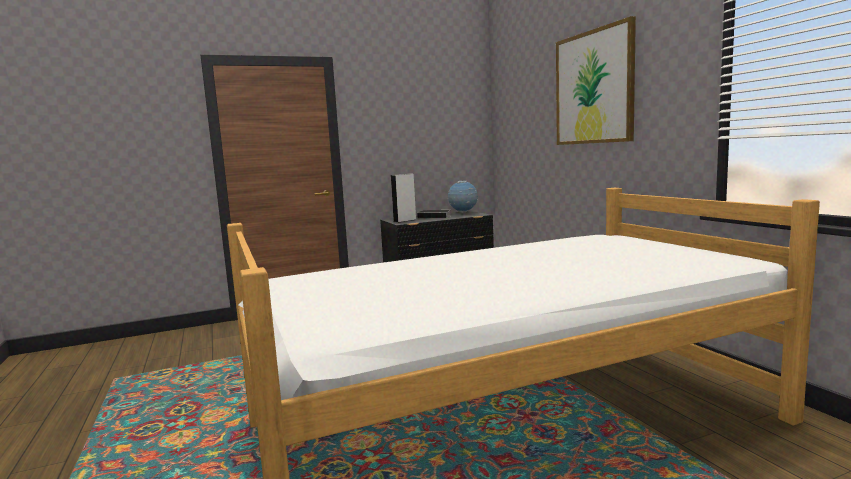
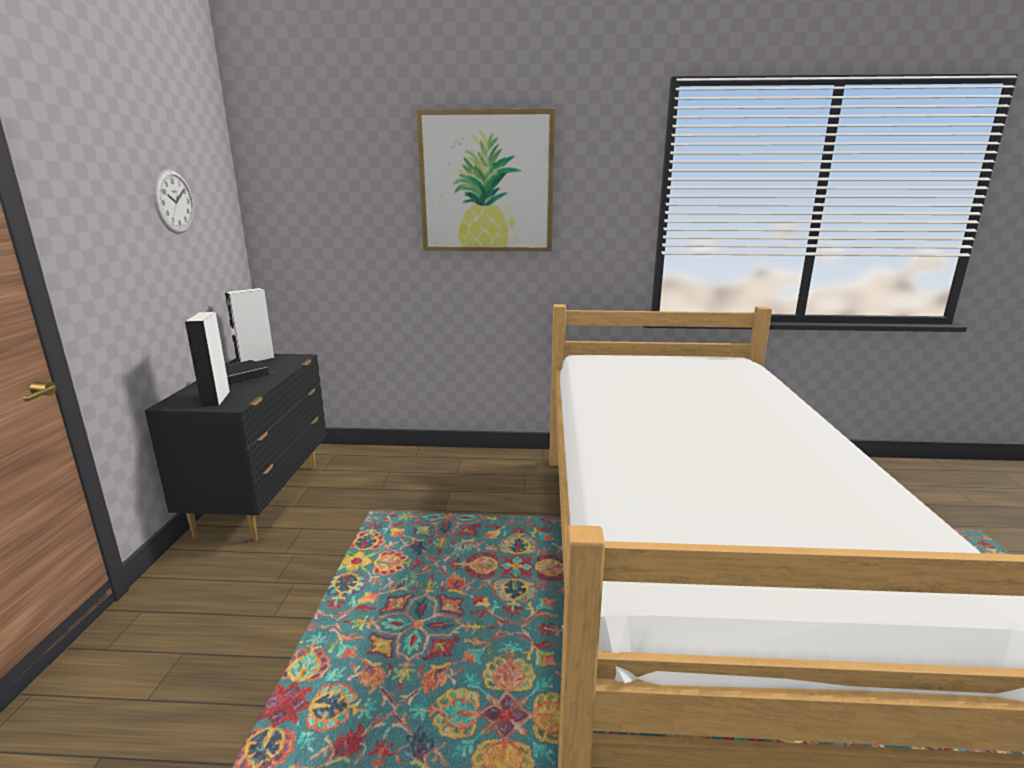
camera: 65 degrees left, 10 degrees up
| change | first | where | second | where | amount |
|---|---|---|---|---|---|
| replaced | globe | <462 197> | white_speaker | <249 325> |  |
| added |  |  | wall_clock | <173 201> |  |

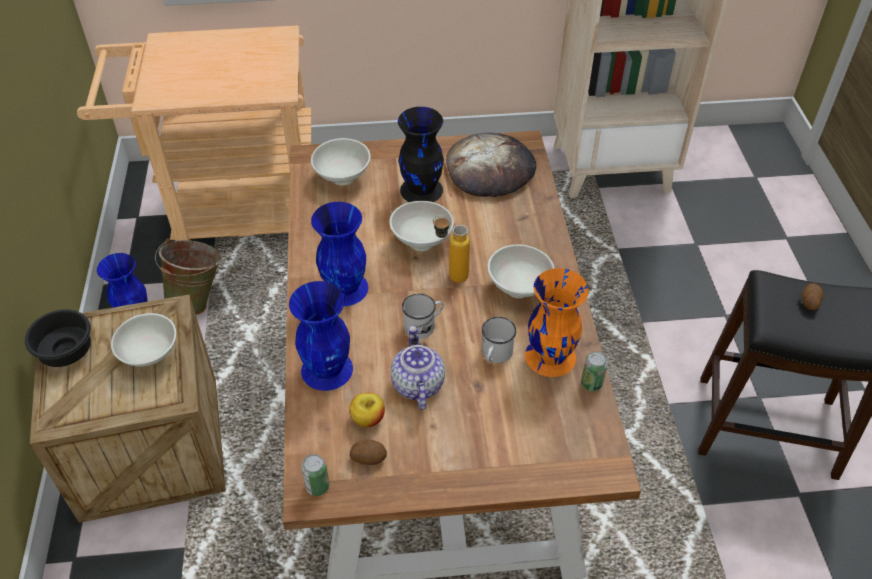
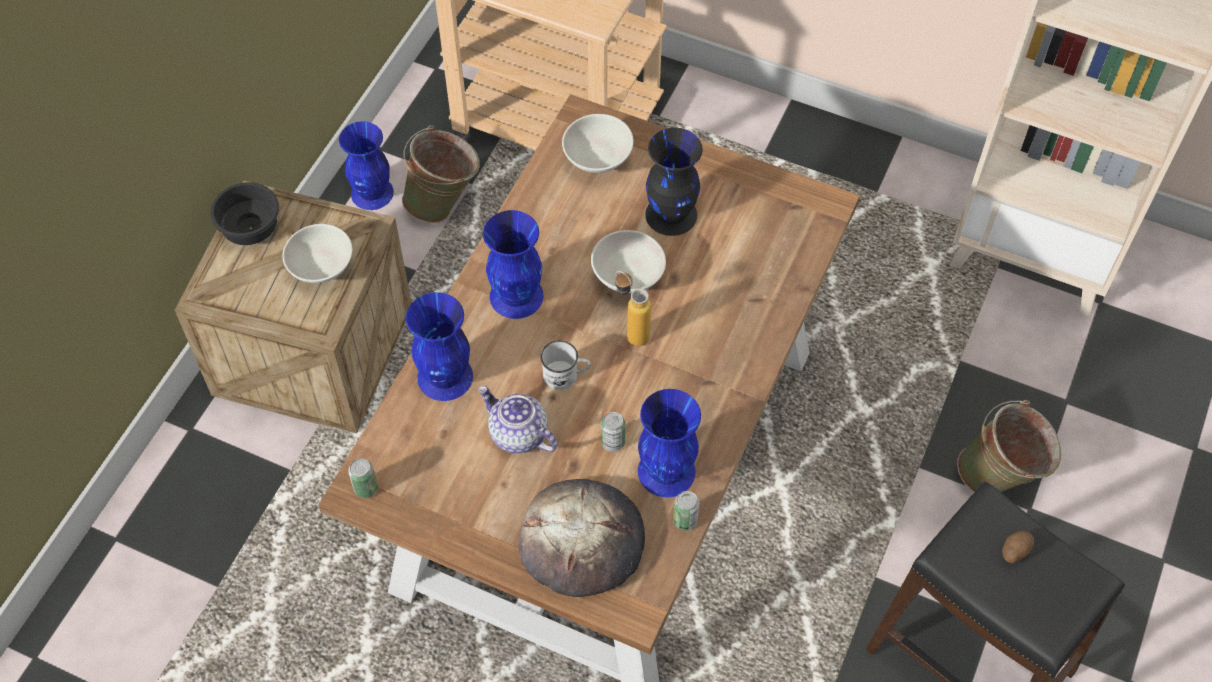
camera: 30 degrees right, 10 degrees up
| change | first | where | second | where | amount |
|---|---|---|---|---|---|
| removed | apple | <367 410> |  |  |  |
| removed | potato | <368 452> |  |  |  |
| turned | teapot | <417 368> |  | <517 420> | 75 degrees counterclockwise |
| moved | bread | <491 165> |  | <582 538> |  |
| replaced | white_mug | <499 340> | can | <613 432> |  |
| removed | white_bowl | <521 271> |  |  |  |
| recoloured | orange_vase | <557 322> | blue_vase | <669 443> |  |
| added |  |  | green_bucket | <1009 446> |  |

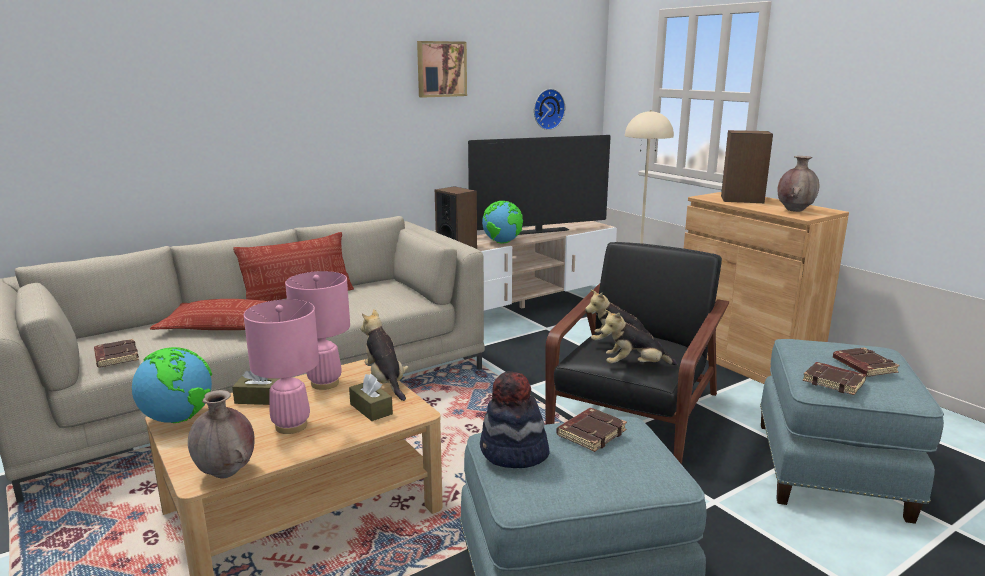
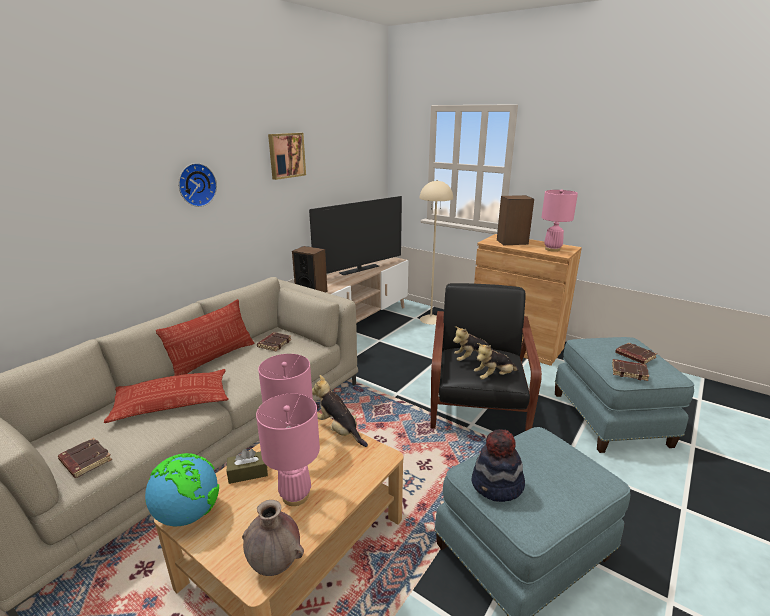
camera: 20 degrees left, 5 degrees up
| change | first | where | second | where | amount |
|---|---|---|---|---|---|
| removed | brown_tissue_box | <371 397> |  |  |  |
| removed | globe | <502 222> |  |  |  |
| moved | wall_clock | <549 109> |  | <197 185> |  |
| moved | brown_book | <591 430> |  | <274 341> |  |
| replaced | brown_vase | <798 184> | pink_table_lamp | <559 220> |  |

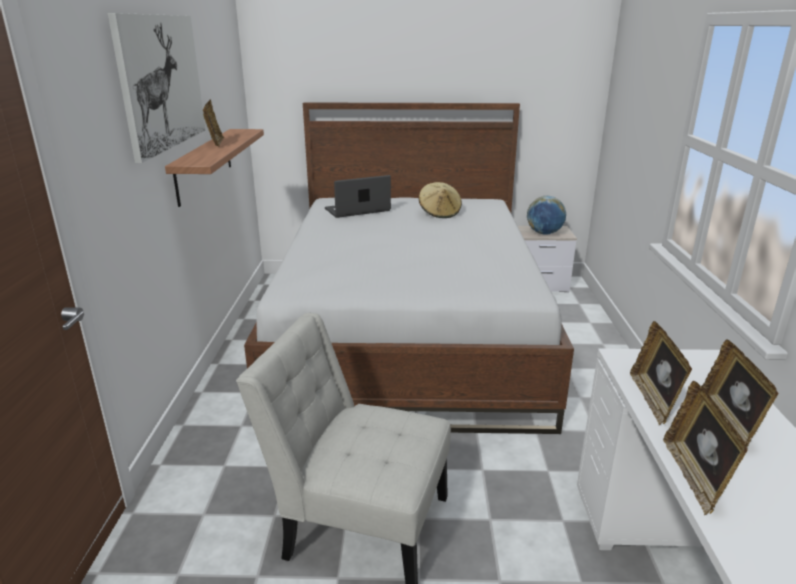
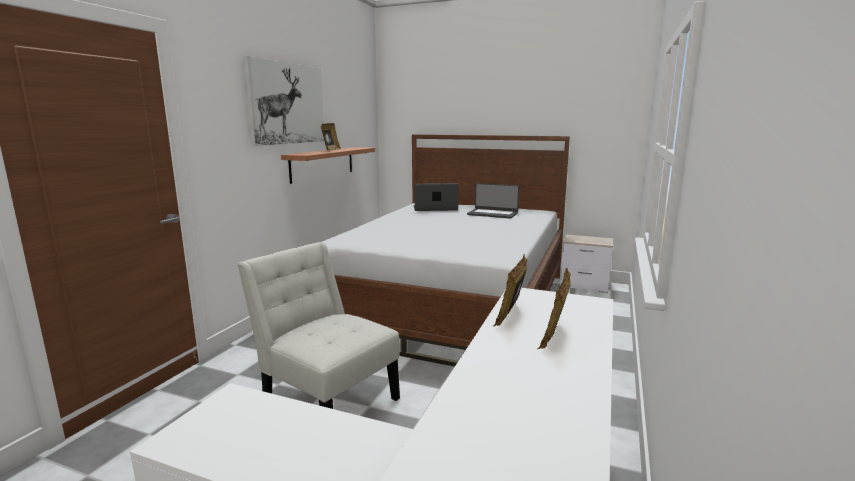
camera: 20 degrees right, 10 degrees down
| change | first | where | second | where | amount |
|---|---|---|---|---|---|
| replaced | beige_hat | <440 200> | laptop | <493 201> |  |
| removed | globe | <546 215> |  |  |  |
| removed | picture_frame | <705 448> |  |  |  |

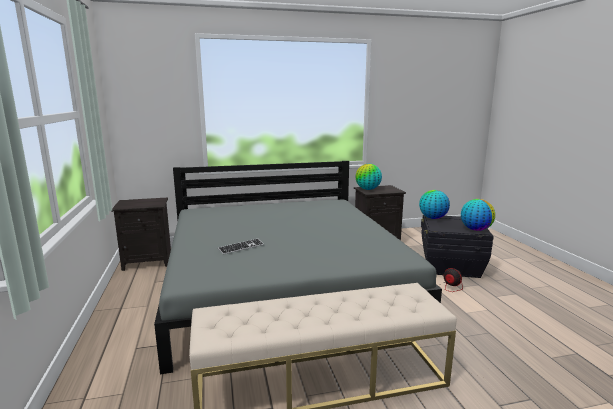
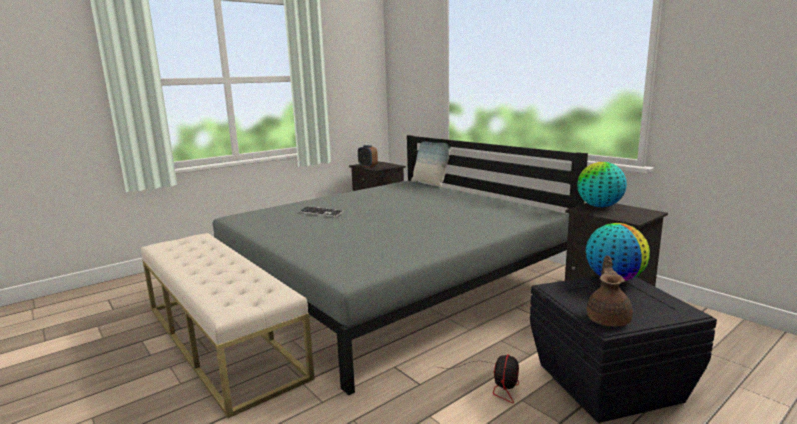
camera: 65 degrees right, 0 degrees up
| change | first | where | second | where | amount |
|---|---|---|---|---|---|
| replaced | globe | <478 215> | brown_teapot | <610 291> |  |
| added |  |  | alarm_clock | <368 156> |  |
| added |  |  | pillow | <431 164> |  |

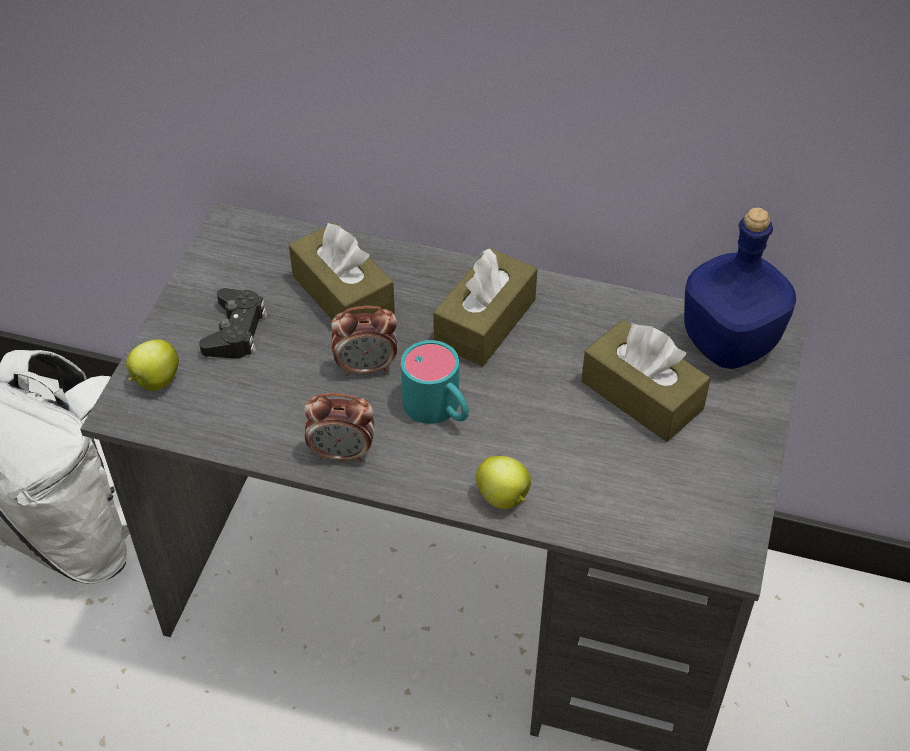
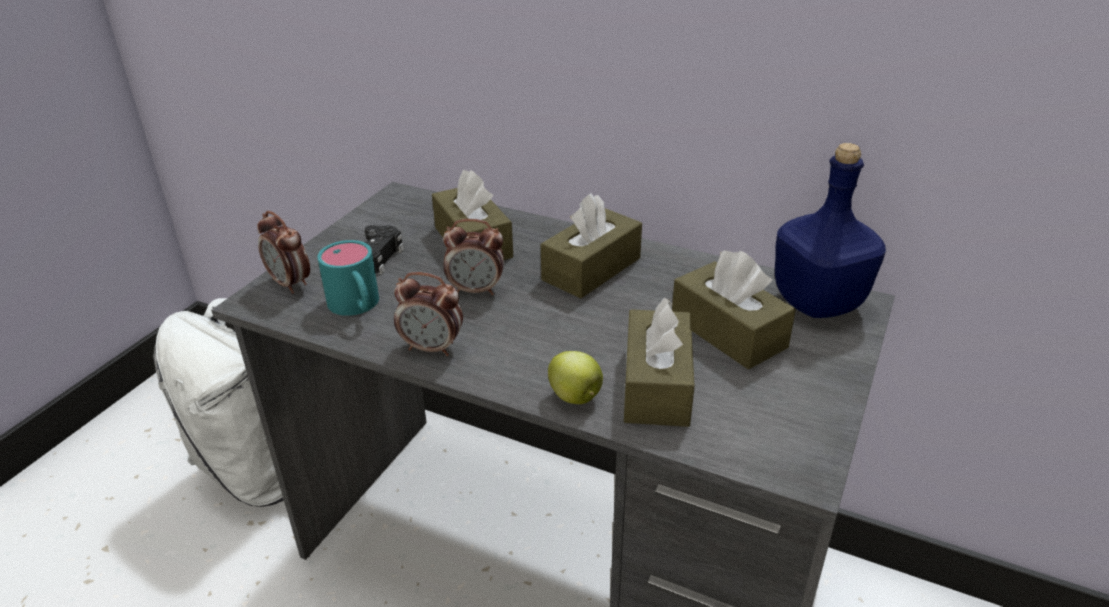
camera: 10 degrees right, 15 degrees down
| change | first | where | second | where | amount |
|---|---|---|---|---|---|
| replaced | apple | <152 365> | alarm_clock | <283 252> |  |
| moved | turquoise_mug | <435 382> |  | <348 278> |  |
| added |  |  | brown_tissue_box | <659 362> |  |

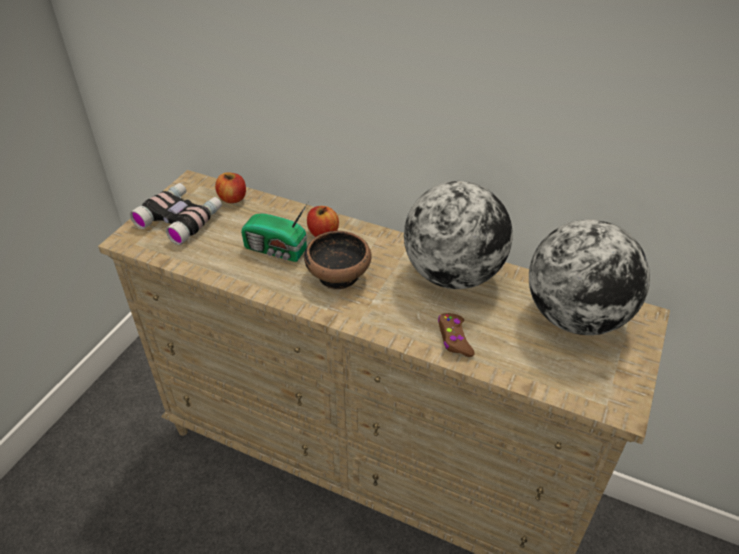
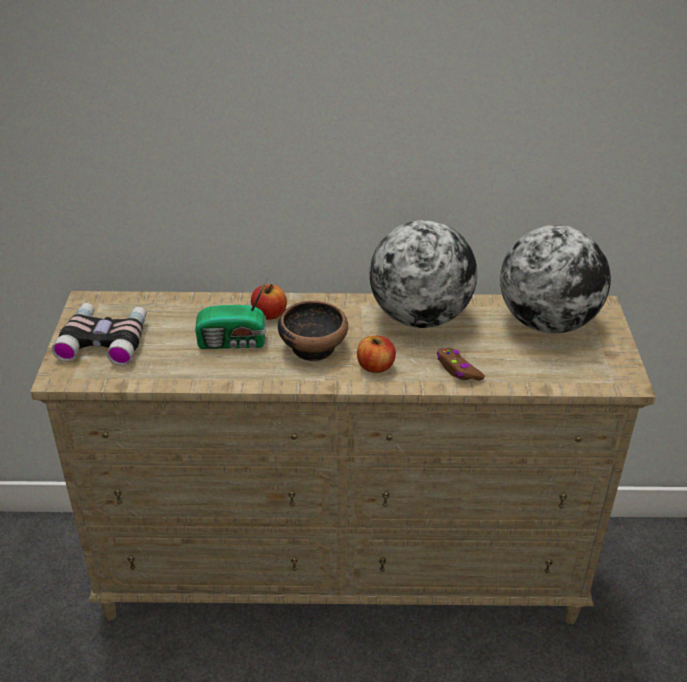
camera: 25 degrees left, 5 degrees down
| change | first | where | second | where | amount |
|---|---|---|---|---|---|
| moved | apple | <230 187> |  | <376 354> |  |

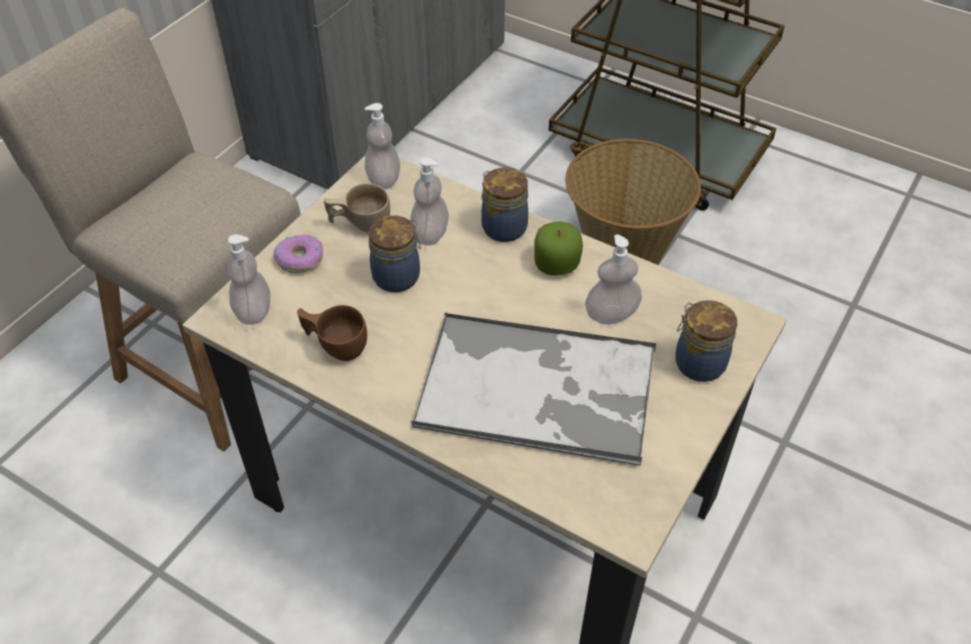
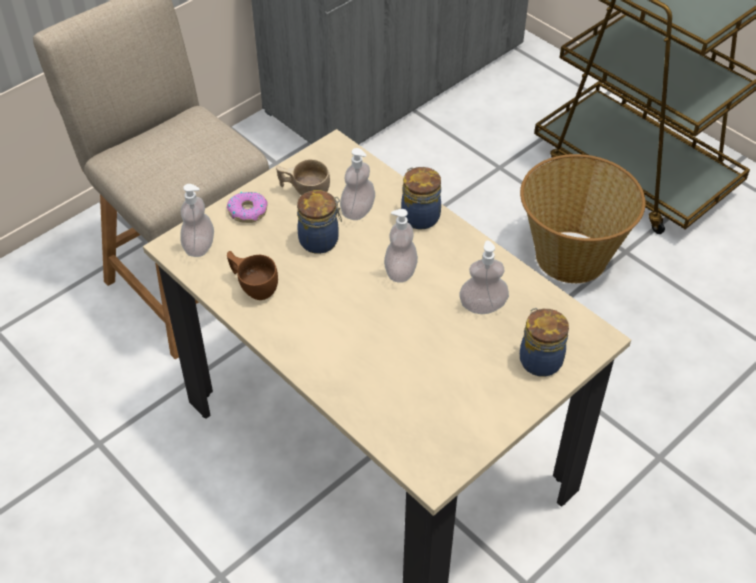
camera: 15 degrees right, 0 degrees up
| change | first | where | second | where | amount |
|---|---|---|---|---|---|
| moved | soap_dispenser | <382 146> |  | <401 246> |  |
| removed | tray | <533 388> |  |  |  |
| removed | apple | <558 248> |  |  |  |

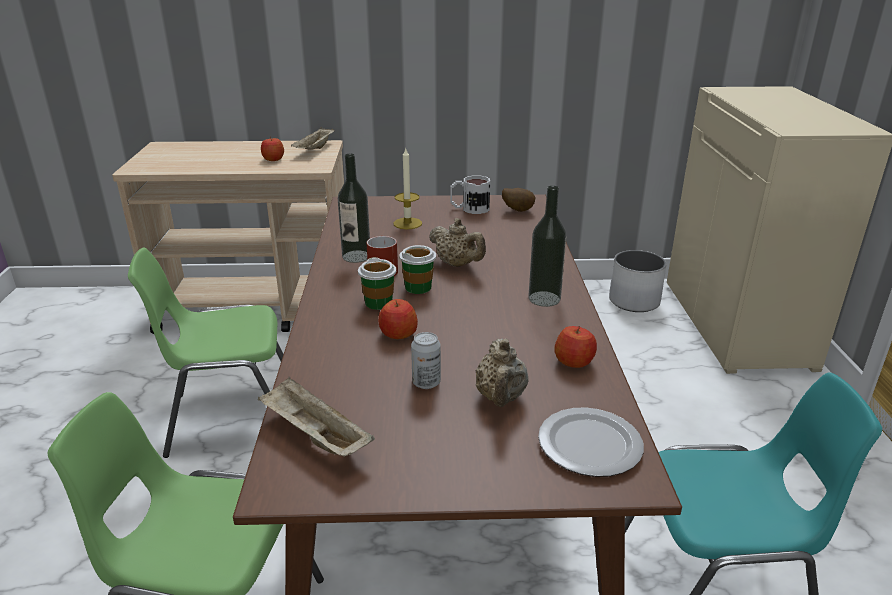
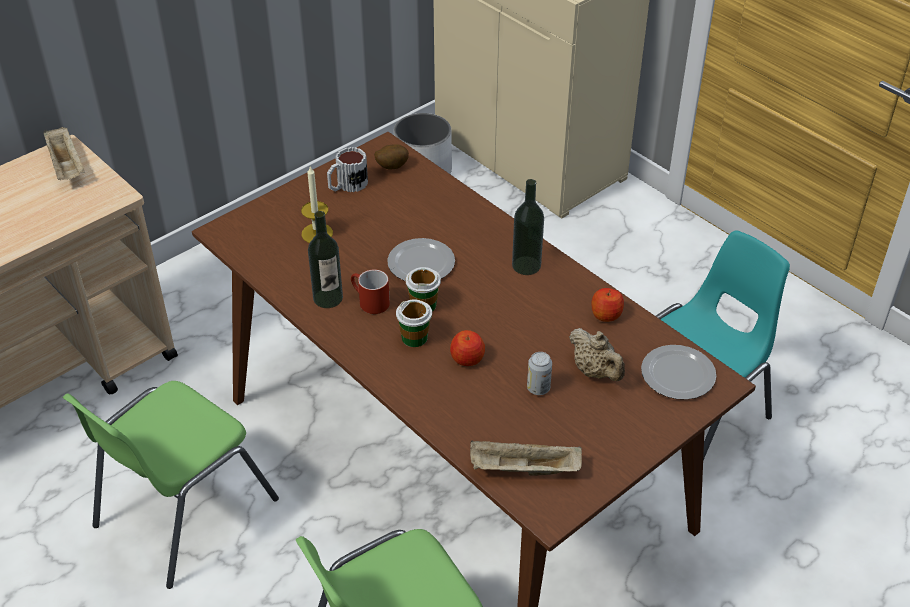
camera: 40 degrees left, 15 degrees up
| change | first | where | second | where | amount |
|---|---|---|---|---|---|
| removed | apple | <272 149> |  |  |  |
| replaced | beige_teapot | <457 242> | plate | <421 259> |  |

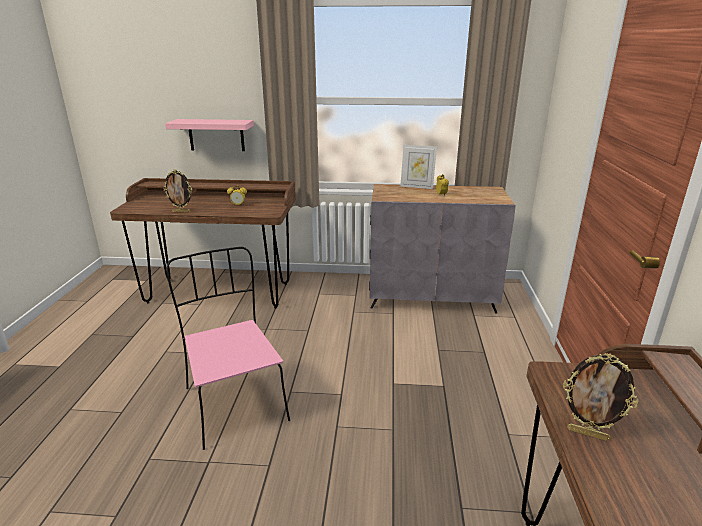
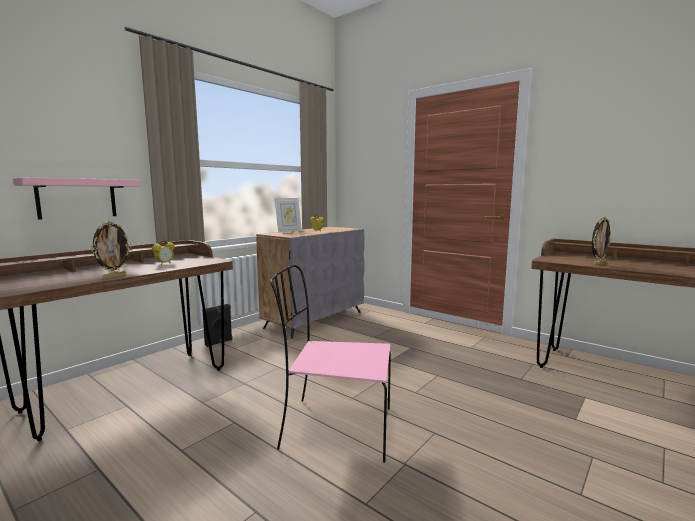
camera: 55 degrees left, 15 degrees down
| change | first | where | second | where | amount |
|---|---|---|---|---|---|
| added |  |  | black_speaker | <217 325> |  |

